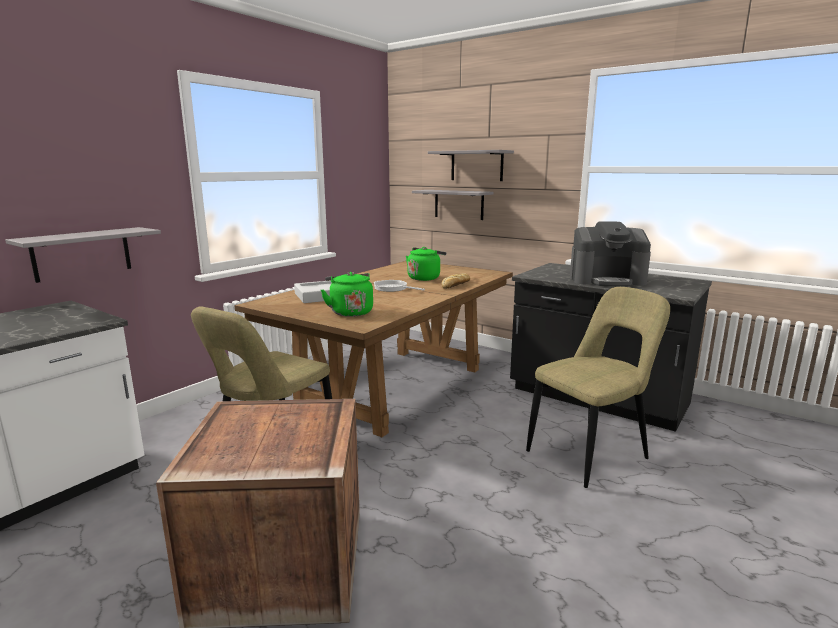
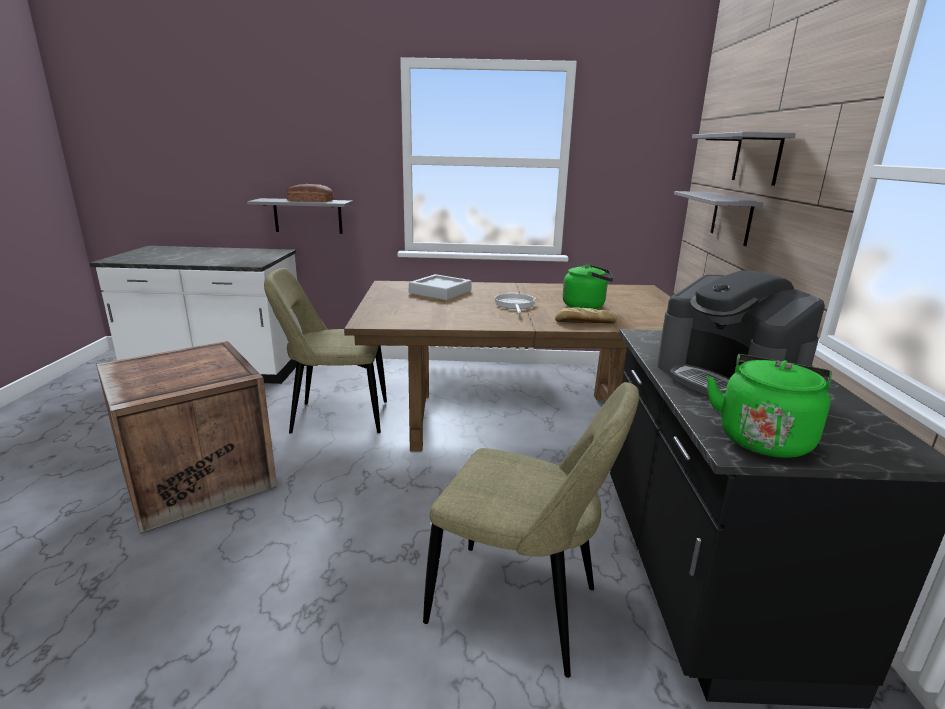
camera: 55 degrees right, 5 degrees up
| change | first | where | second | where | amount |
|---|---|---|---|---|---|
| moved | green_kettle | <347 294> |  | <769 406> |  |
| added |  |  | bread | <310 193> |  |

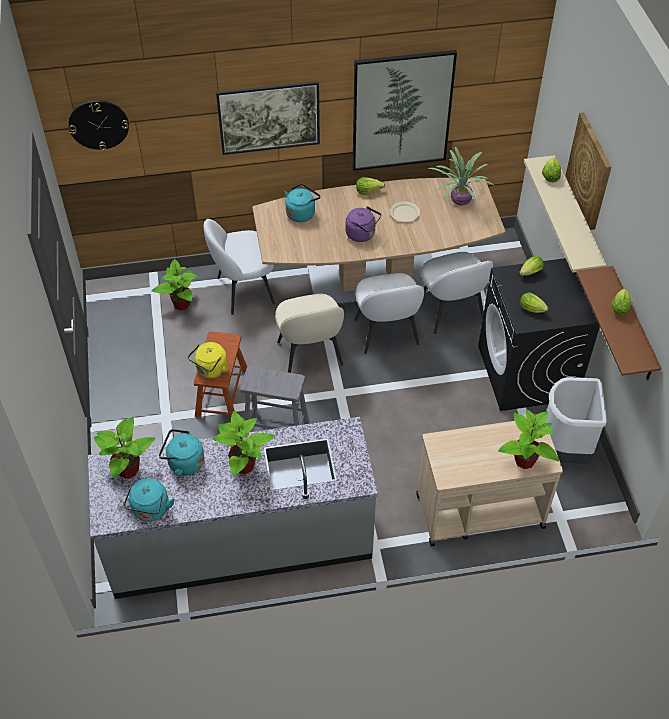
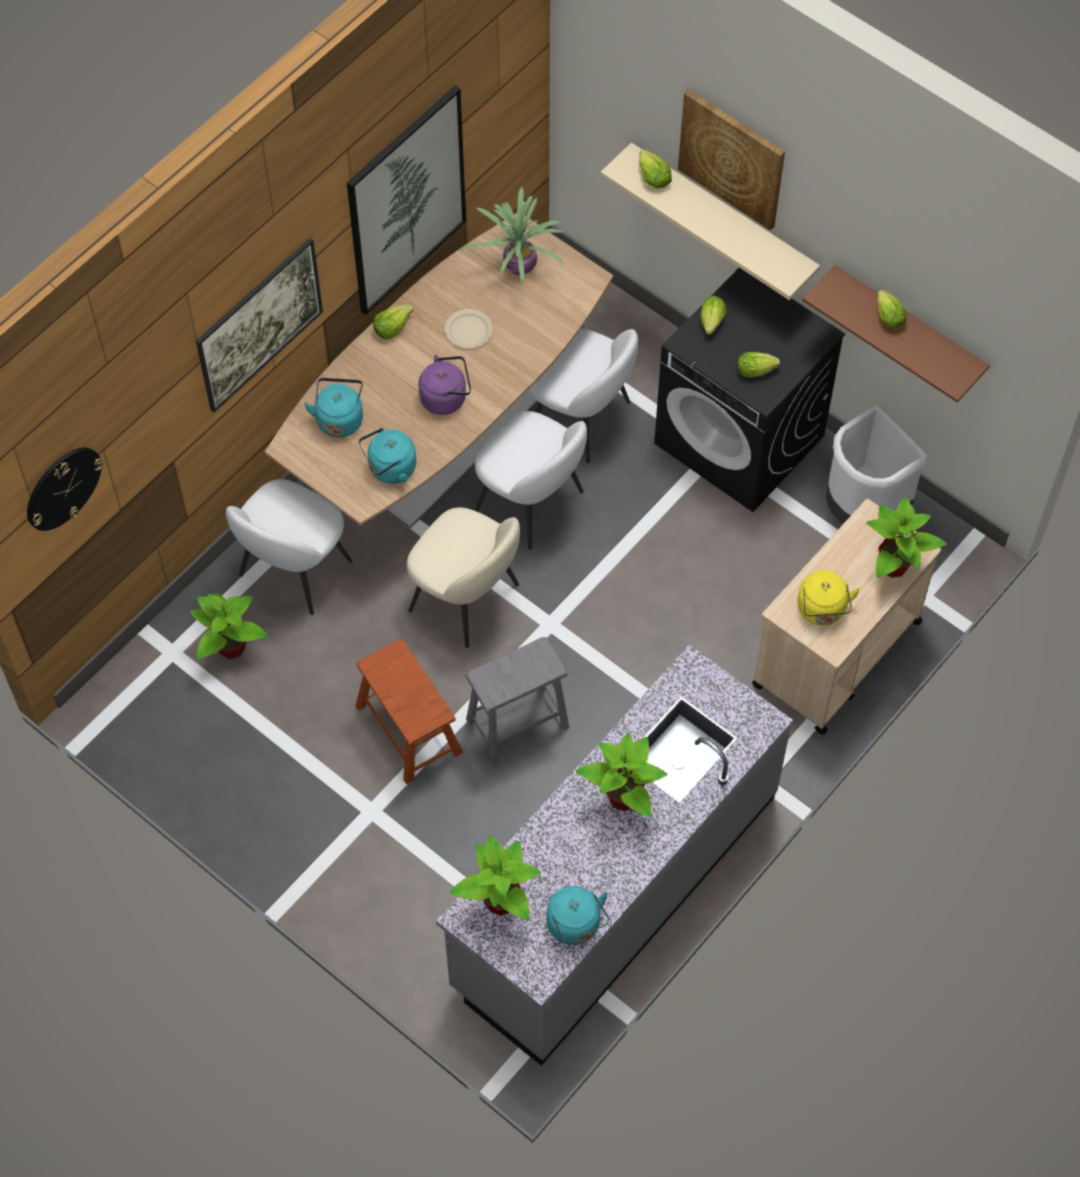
camera: 40 degrees left, 10 degrees up
| change | first | where | second | where | amount |
|---|---|---|---|---|---|
| moved | turquoise_kettle | <181 452> |  | <387 456> |  |
| moved | yellow_kettle | <208 360> |  | <828 598> |  |

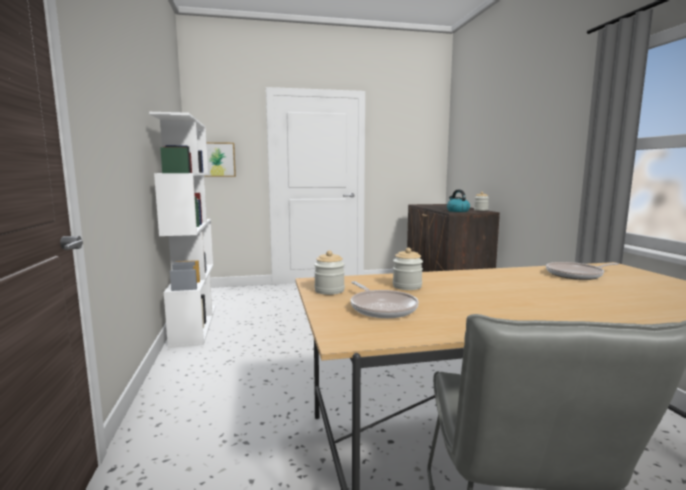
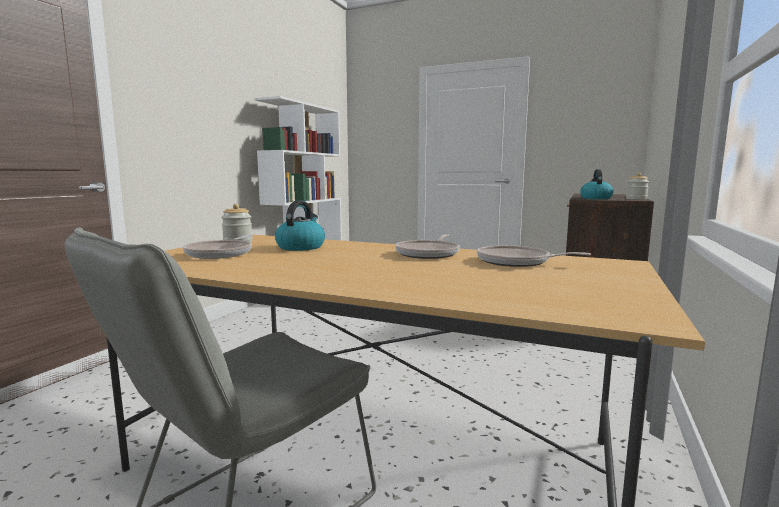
camera: 35 degrees right, 0 degrees up
| change | first | where | second | where | amount |
|---|---|---|---|---|---|
| removed | picture | <220 159> |  |  |  |
| replaced | jar | <408 269> | kettle | <300 225> |  |
| added |  |  | frying_pan | <427 246> |  |

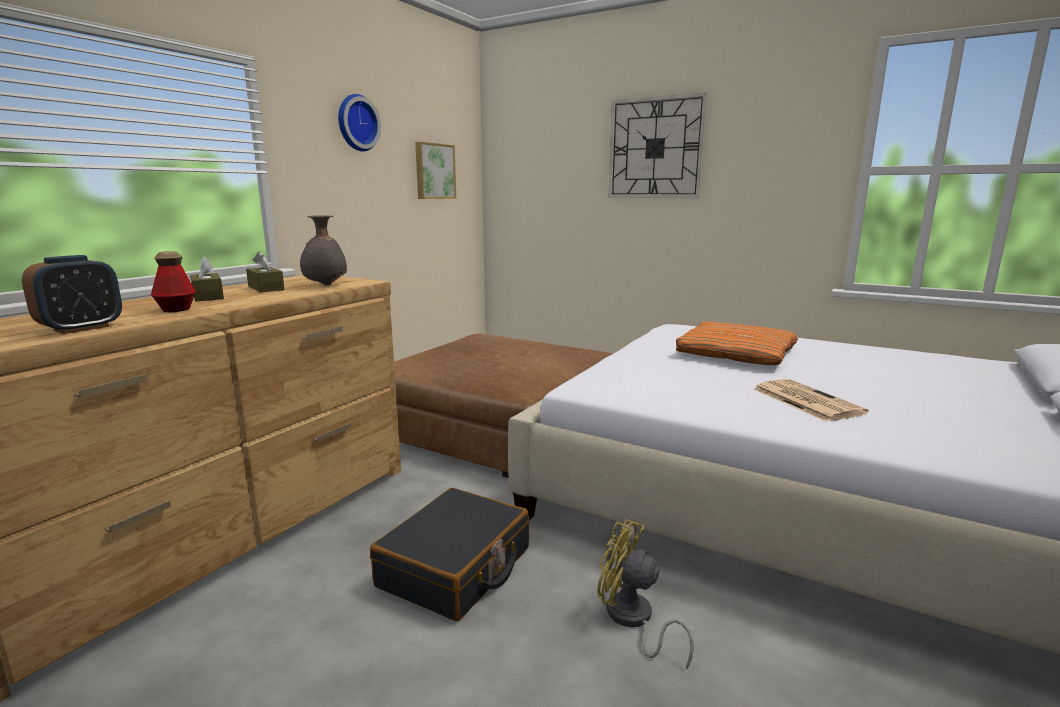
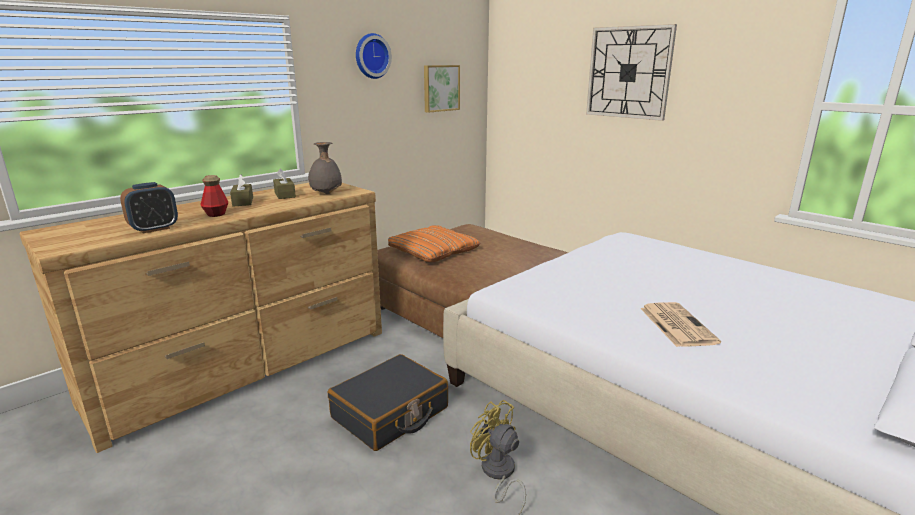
camera: 15 degrees right, 5 degrees up
| change | first | where | second | where | amount |
|---|---|---|---|---|---|
| moved | orange_pillow | <737 343> |  | <434 243> |  |

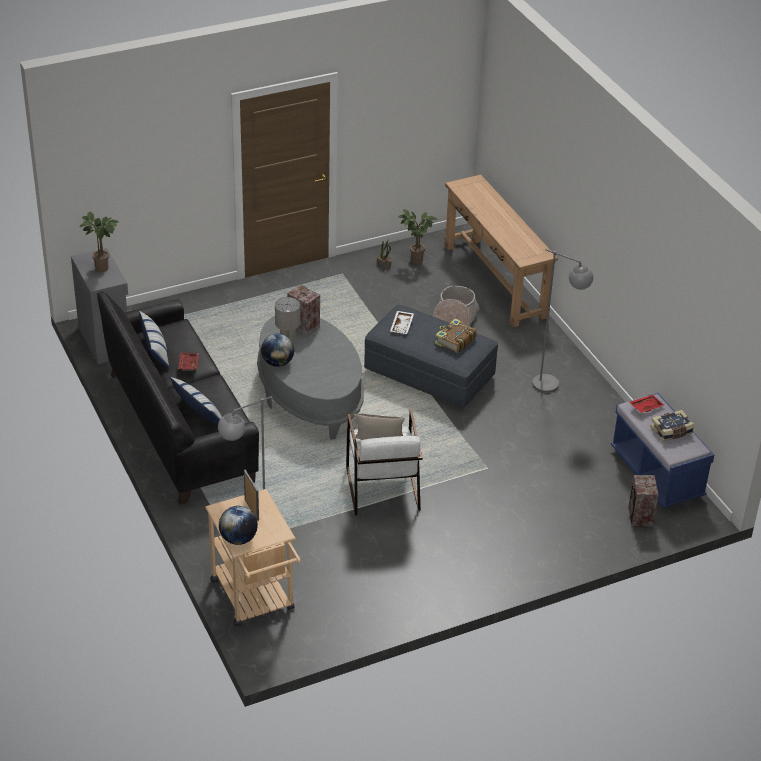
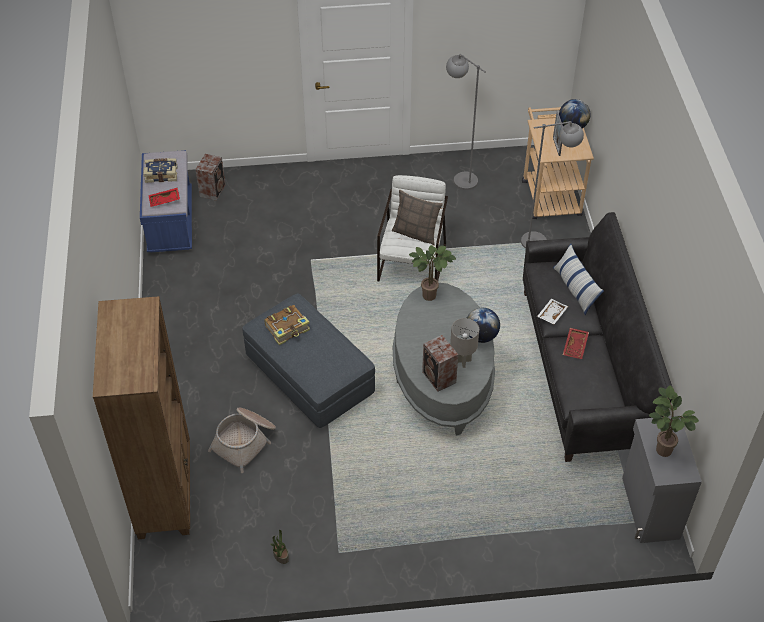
camera: 160 degrees left, 10 degrees up
| change | first | where | second | where | amount |
|---|---|---|---|---|---|
| removed | pillow | <154 339> |  |  |  |
| moved | white_tray | <402 322> |  | <552 311> |  |
| moved | potted_plant | <418 236> |  | <432 273> |  |
| replaced | brown_console_table | <501 251> | brown_bookcase | <141 417> |  |
| moved | grey_floor_lamp | <562 321> |  | <466 122> |  |

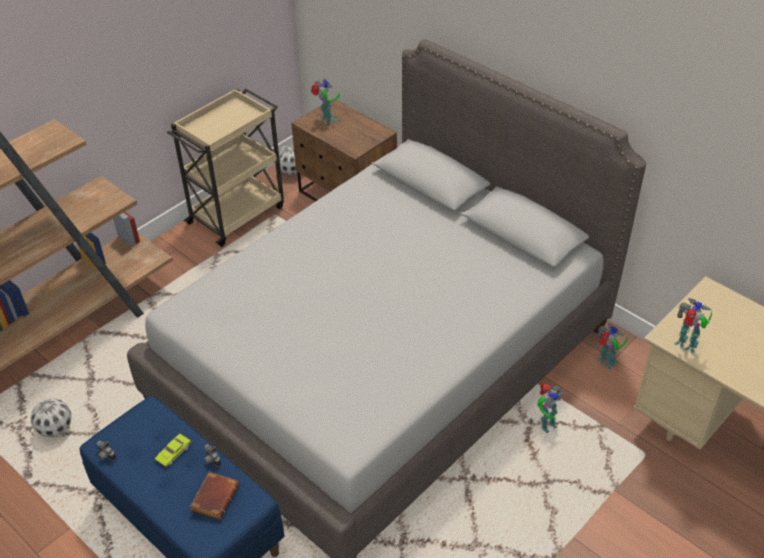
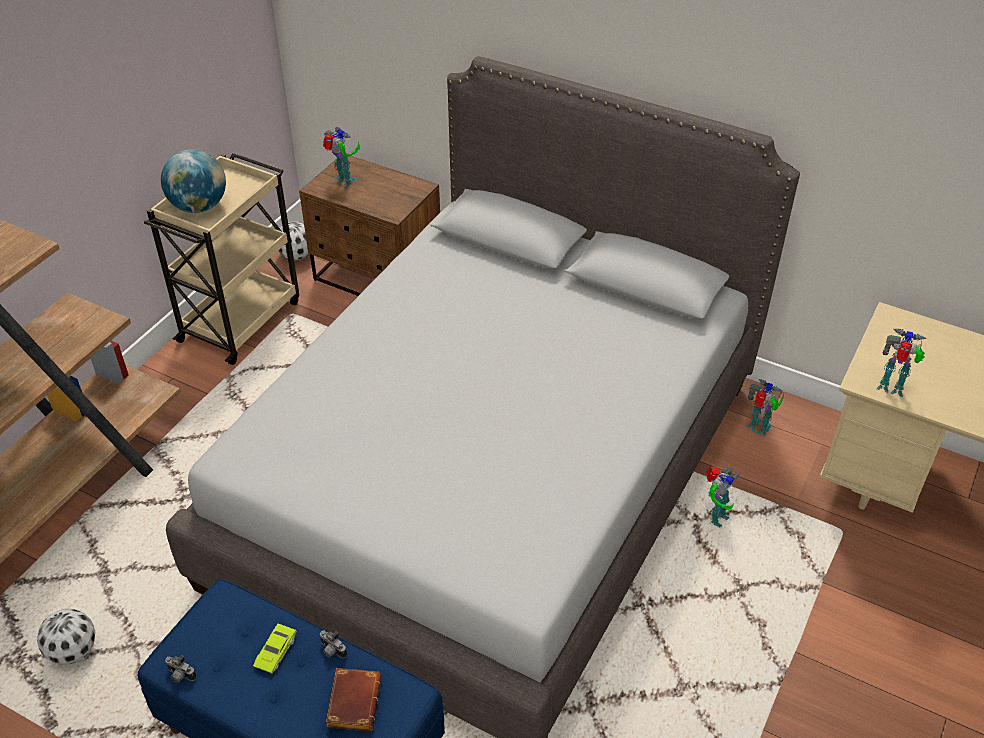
camera: 15 degrees left, 0 degrees up
| change | first | where | second | where | amount |
|---|---|---|---|---|---|
| added |  |  | globe | <193 181> |  |

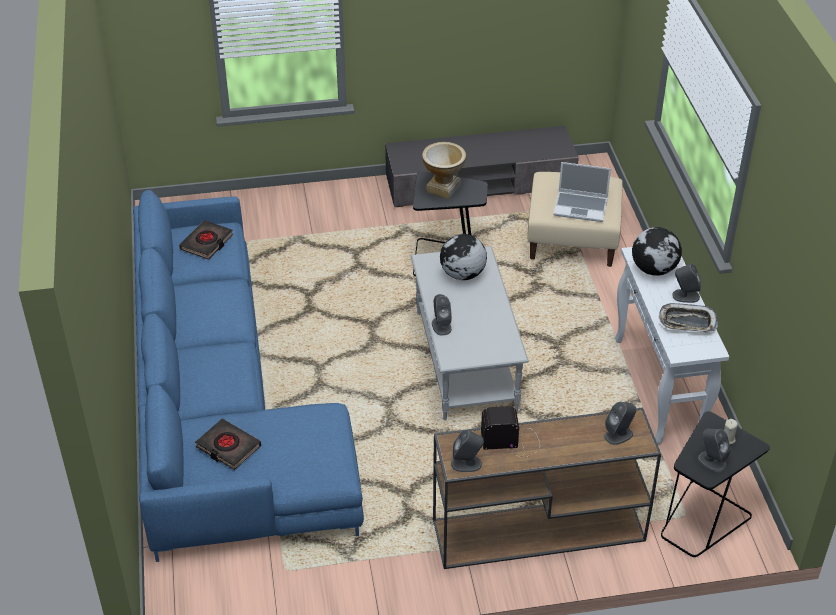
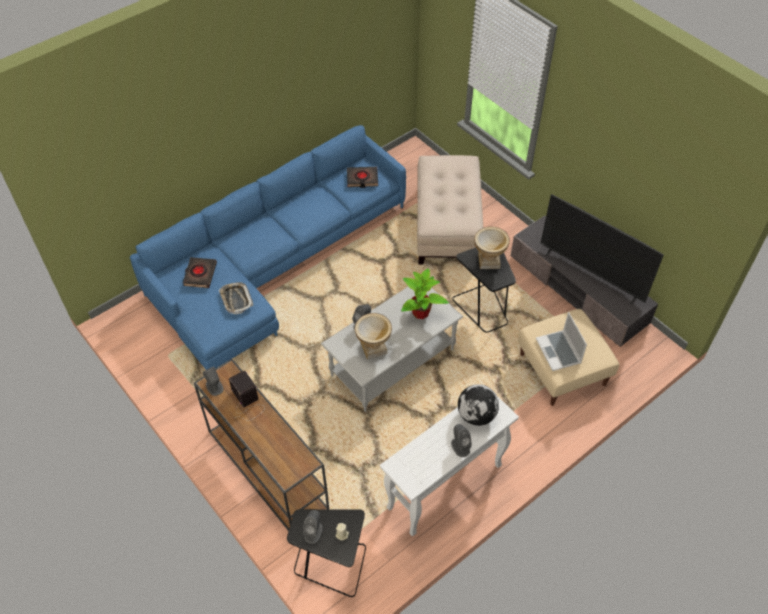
camera: 60 degrees right, 10 degrees up
| change | first | where | second | where | amount |
|---|---|---|---|---|---|
| replaced | globe | <463 257> | potted_plant | <425 293> |  |
| removed | grey_speaker | <620 423> |  |  |  |
| moved | tray | <688 317> |  | <236 298> |  |
| added |  |  | vase | <373 336> |  |
| added |  |  | beige_ottoman | <450 210> |  |
| added |  |  | television | <602 249> |  |

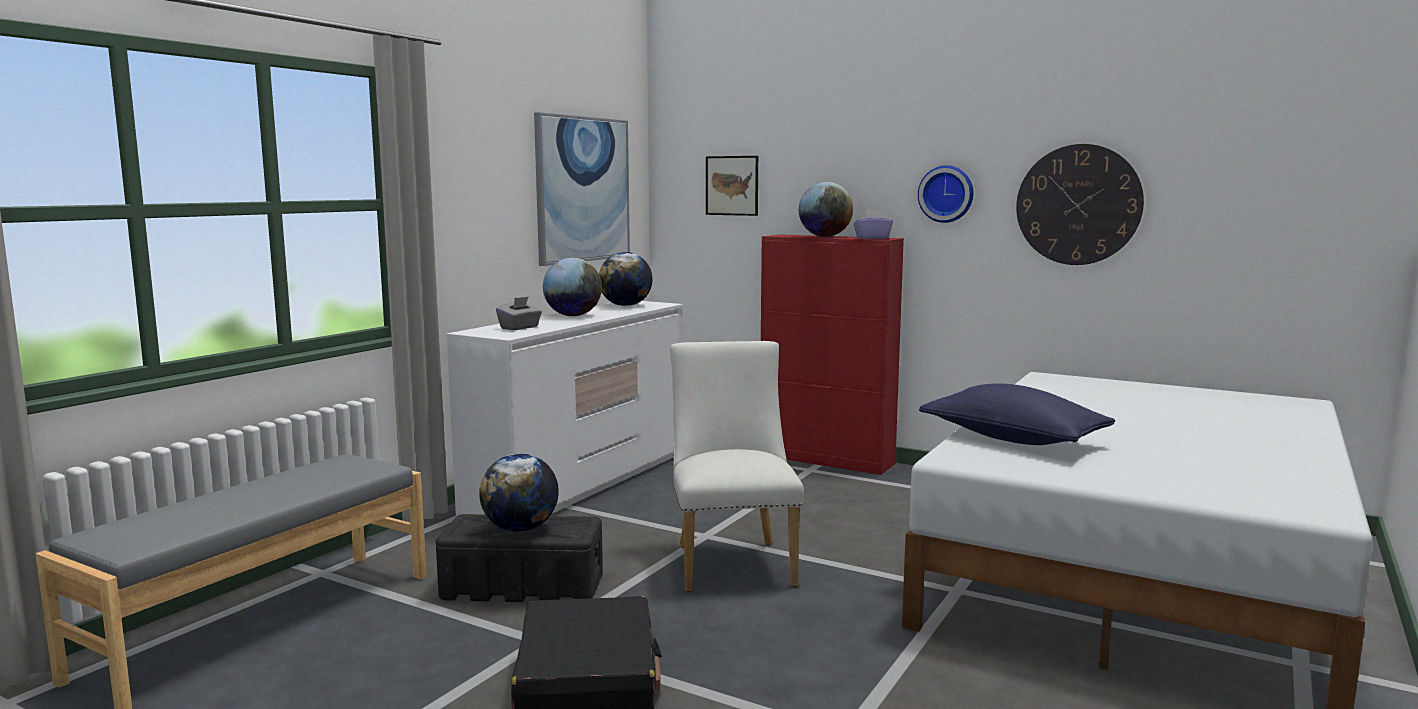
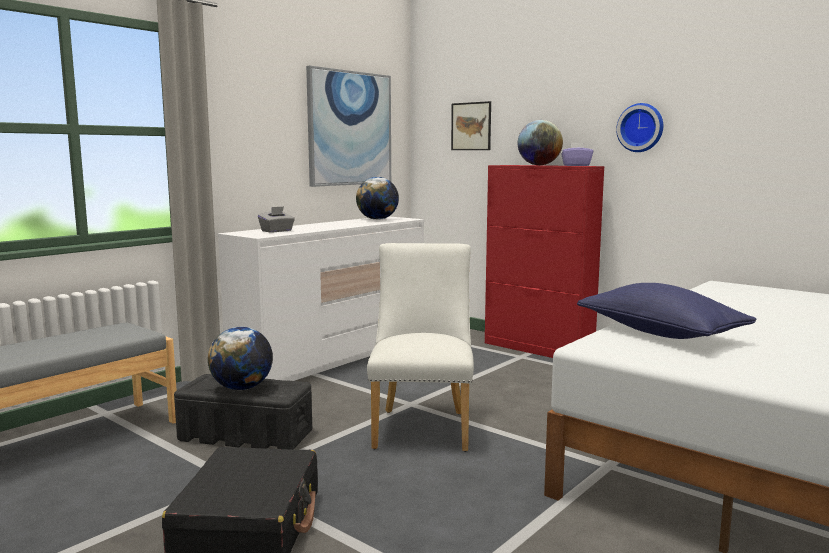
camera: 10 degrees right, 0 degrees up
| change | first | where | second | where | amount |
|---|---|---|---|---|---|
| removed | globe | <572 287> |  |  |  |
| removed | wall_clock | <1080 204> |  |  |  |

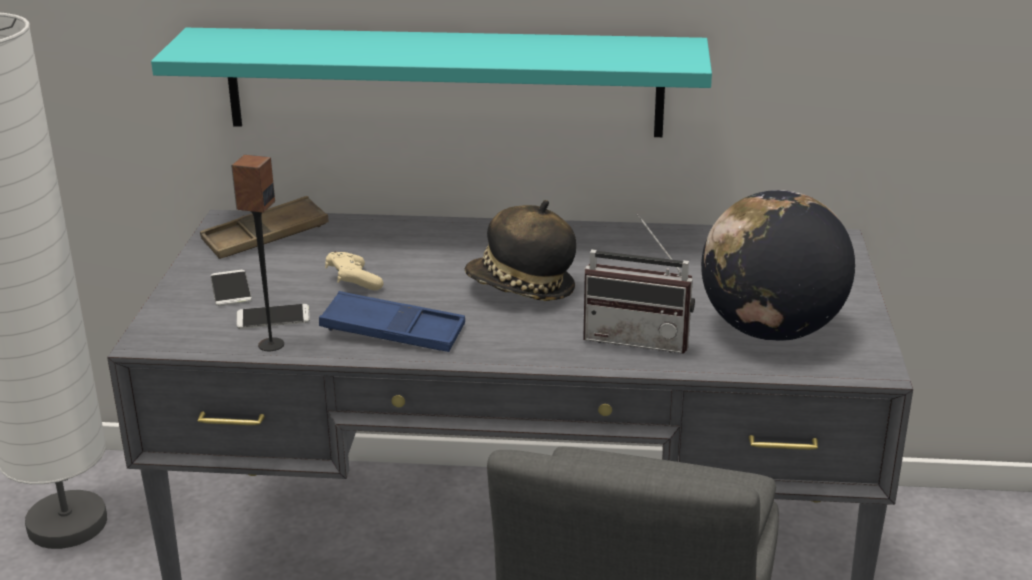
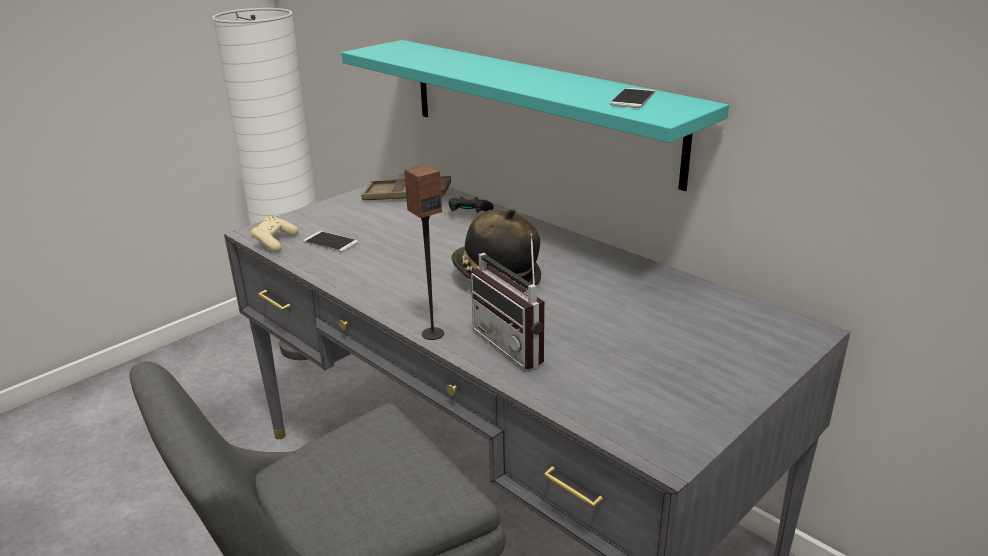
camera: 40 degrees right, 0 degrees up
| change | first | where | second | where | amount |
|---|---|---|---|---|---|
| moved | phone | <231 288> |  | <632 98> |  |
| moved | speaker | <257 253> |  | <424 252> |  |
| removed | blue_tray | <392 321> |  |  |  |
| moved | beige_game_controller | <354 271> |  | <275 234> |  |
| removed | globe | <778 265> |  |  |  |
| added |  |  | black_game_controller | <471 204> |  |

